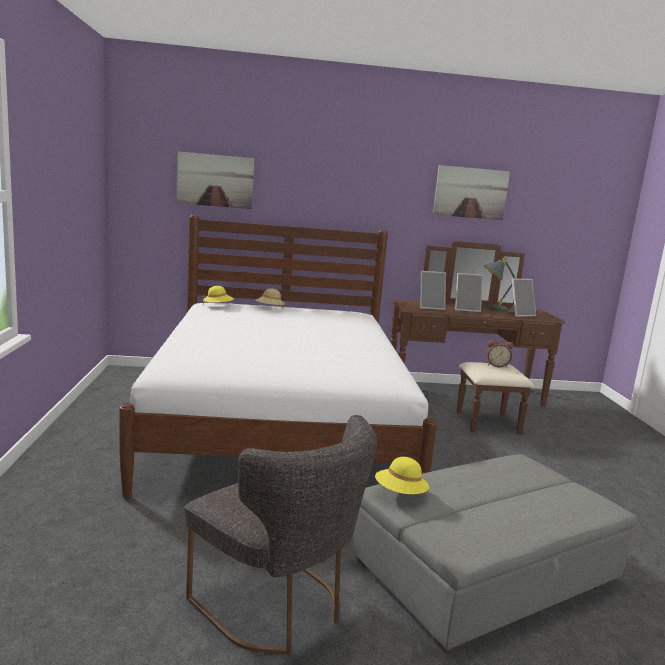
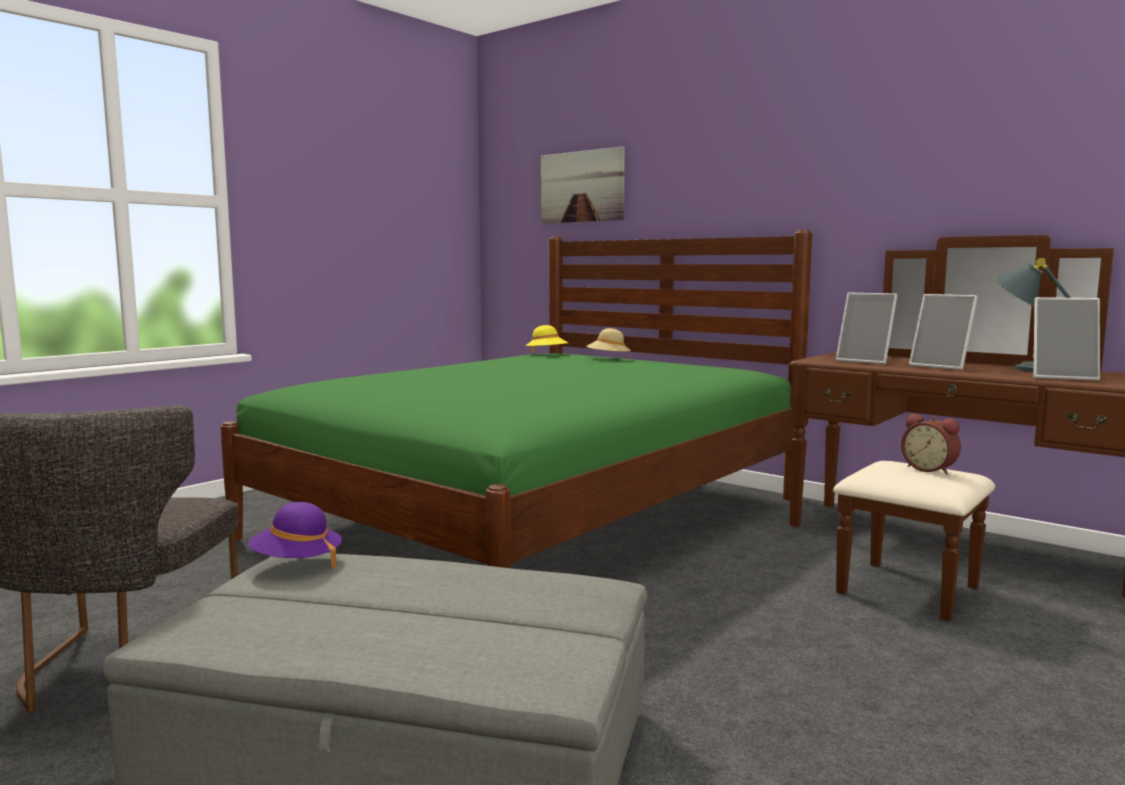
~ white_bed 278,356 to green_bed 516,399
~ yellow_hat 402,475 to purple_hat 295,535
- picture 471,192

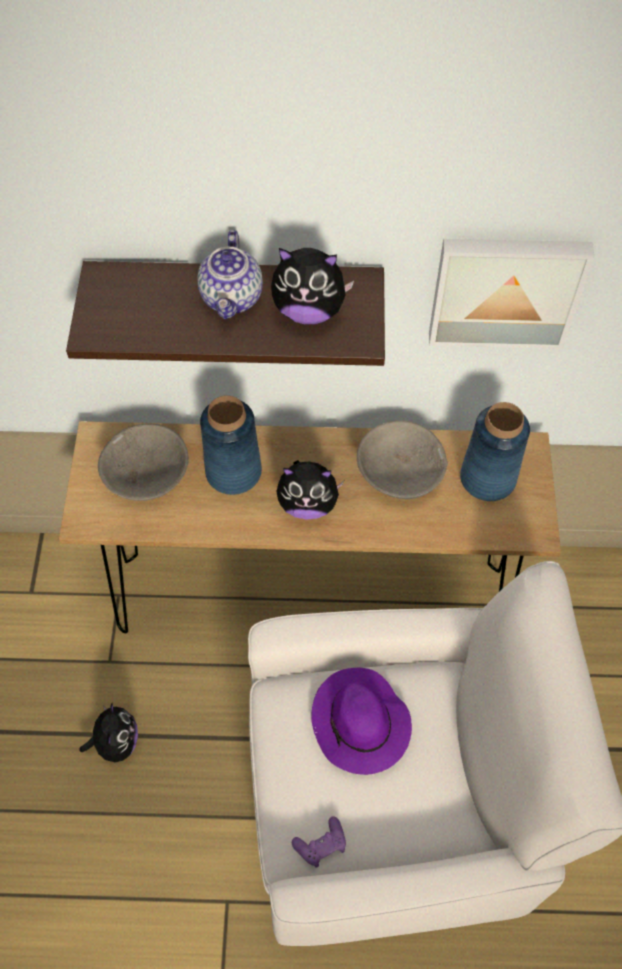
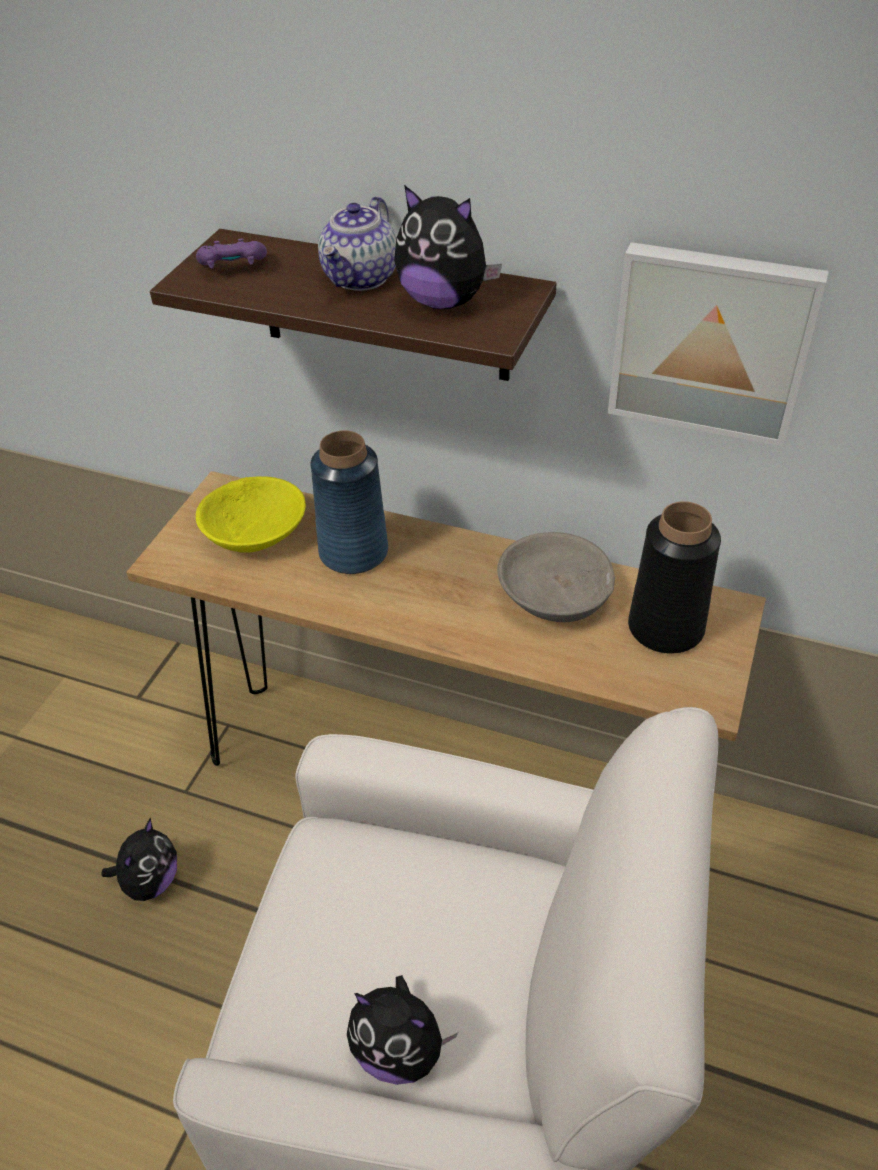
~ purple_game_controller 319,842 to 231,253
~ grey_bowl 143,462 to yellow_bowl 251,514
~ plush_toy 310,489 to 402,1030
~ blue_vase 495,451 to black_vase 674,577
- purple_hat 361,721

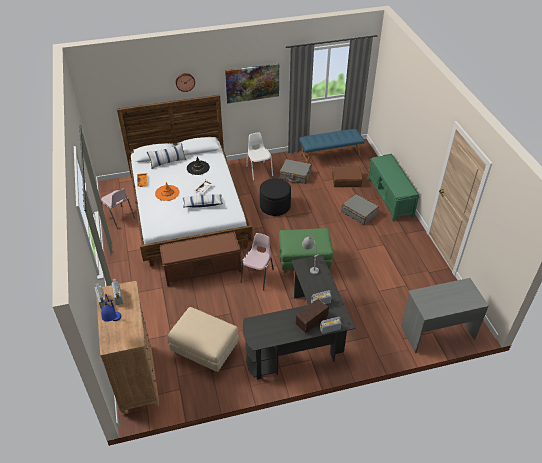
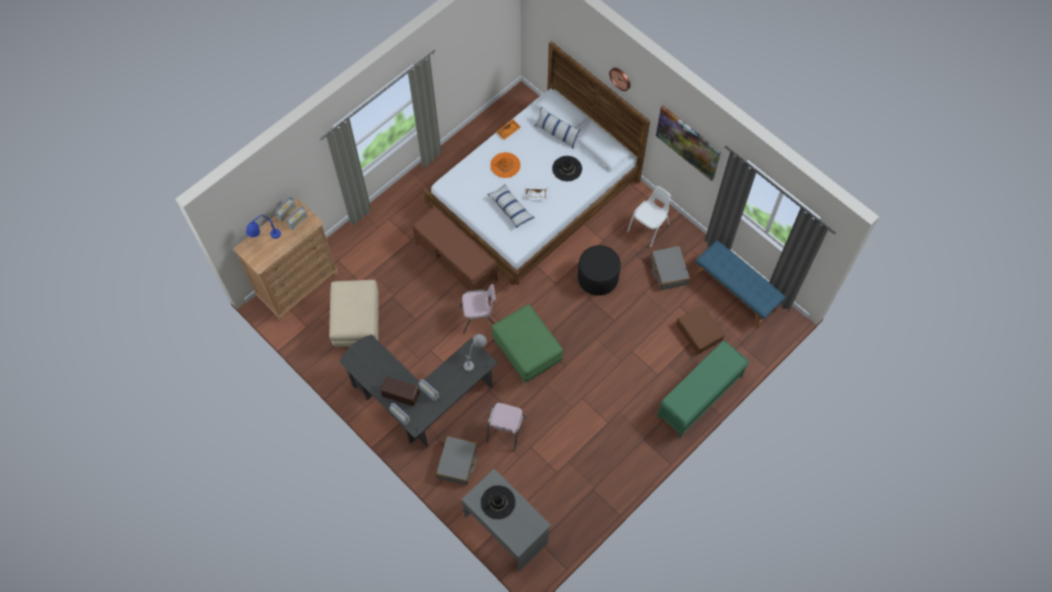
~ grey_suitcase 360,209 to 457,460
+ black_hat 498,502
~ pink_chair 118,208 to 506,427

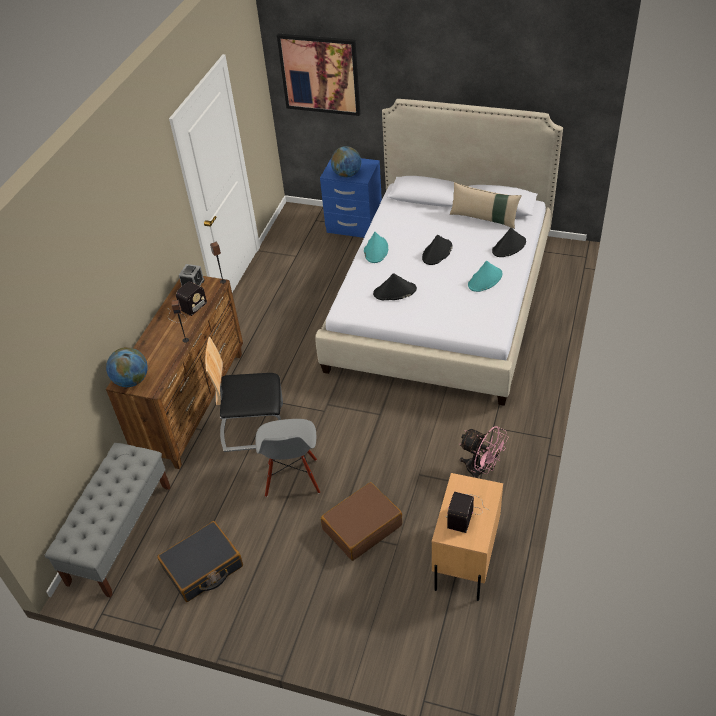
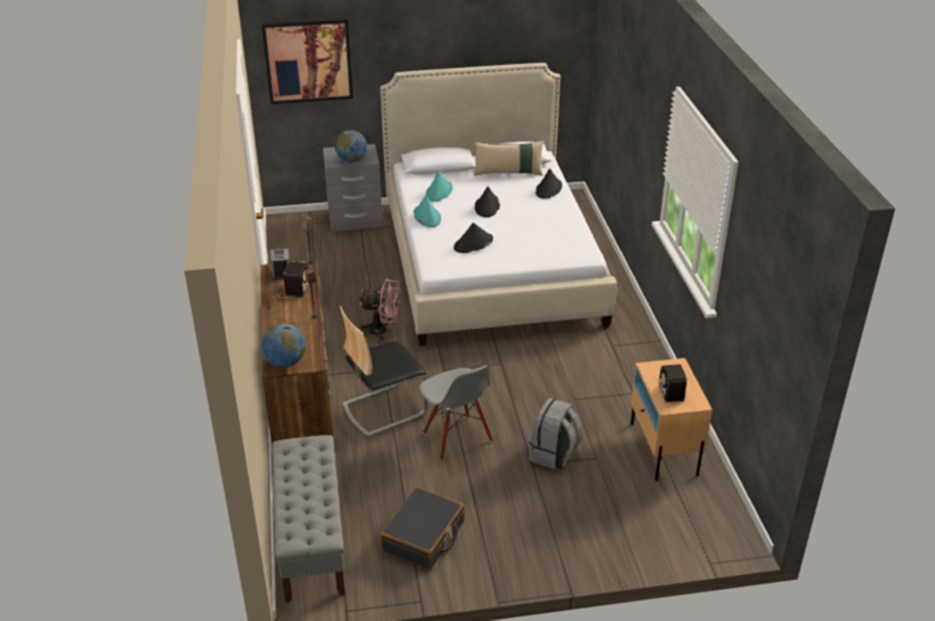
~ blue_nightstand 351,197 to grey_nightstand 353,188
~ pink_fan 484,452 to 380,309
~ turquoise_hat 485,276 to 439,186
~ brown_suitcase 361,521 to grey_backpack 555,434

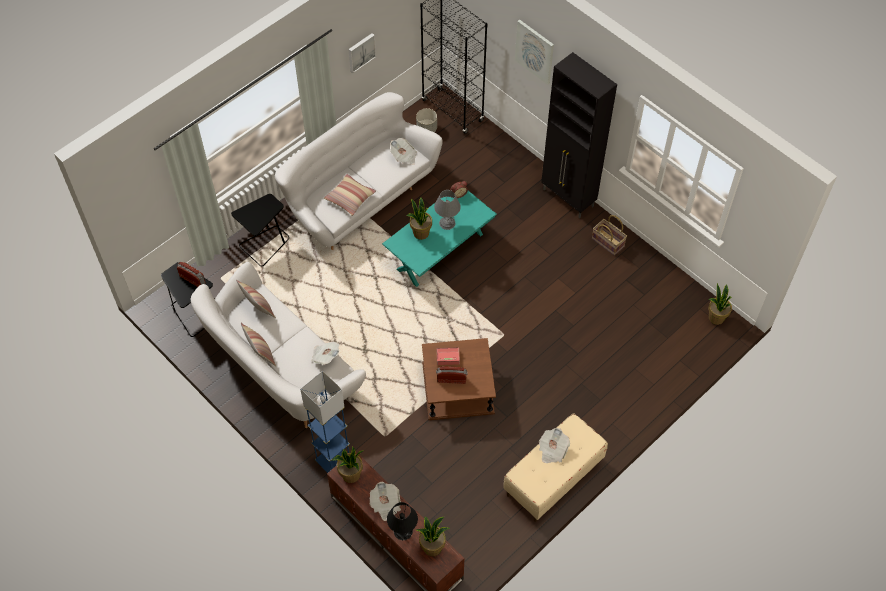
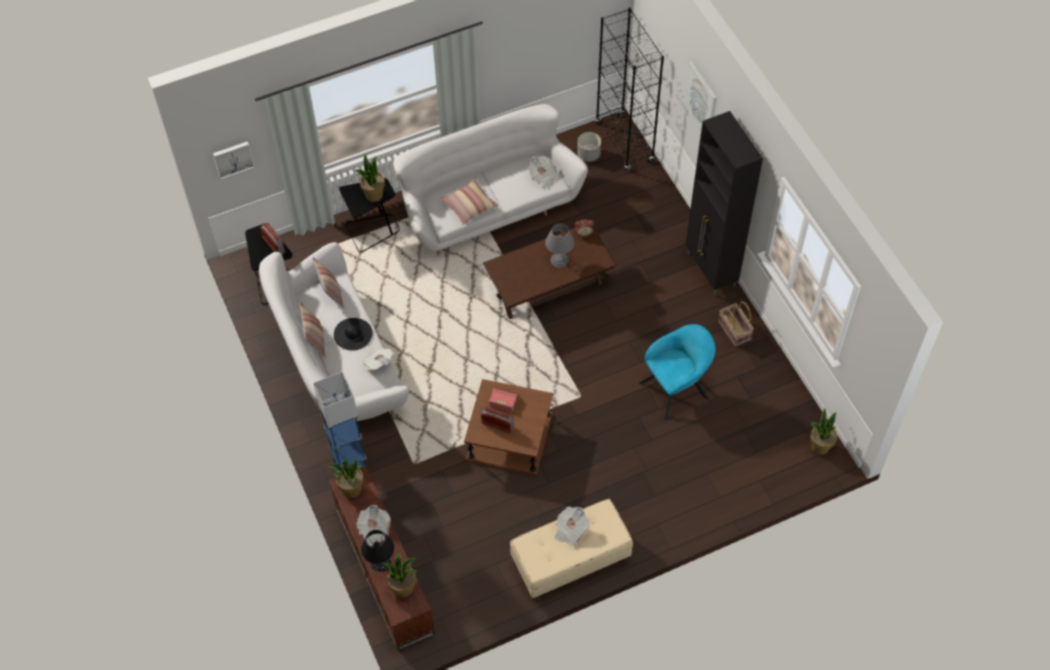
~ picture 362,53 to 234,160
+ black_hat 353,334
~ potted_plant 419,219 to 370,178
~ turquoise_coffee_table 439,239 to brown_coffee_table 550,273
+ turquoise_armchair 677,372

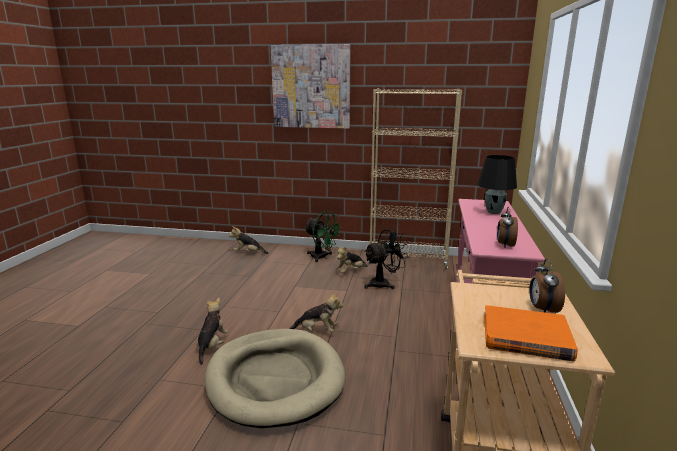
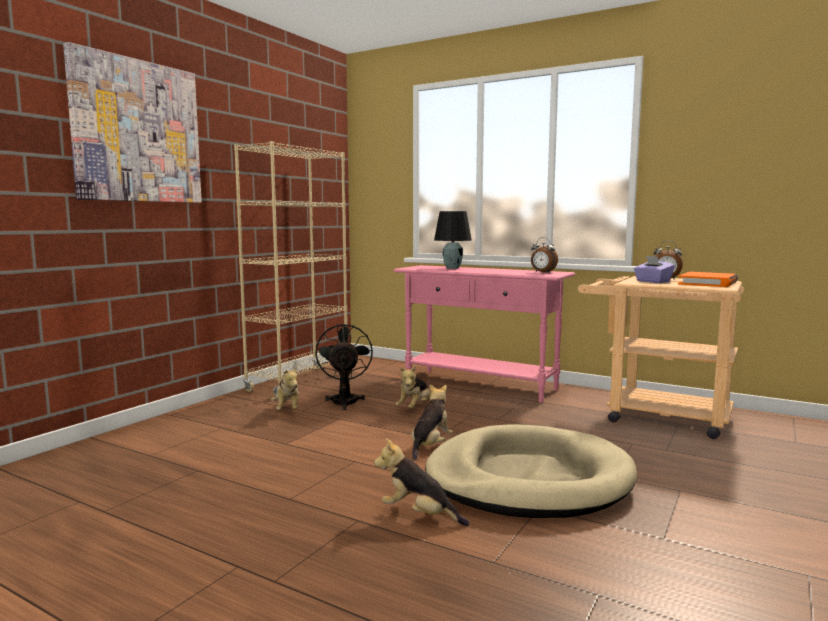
~ plush_toy 249,240 to 413,387
+ purple_tissue_box 654,269
- green_fan 323,236

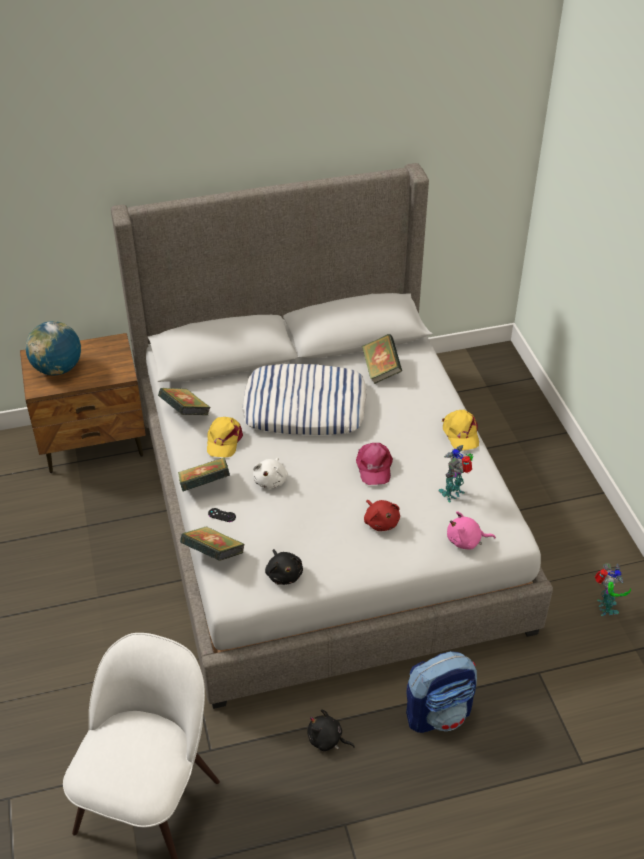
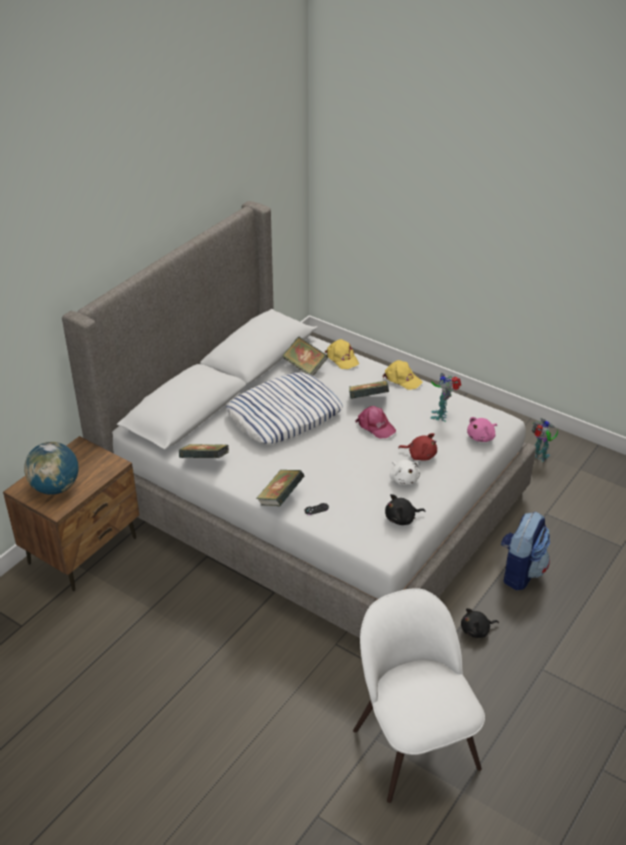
~ yellow_cap 225,437 to 342,354
~ book 212,543 to 369,390
~ black_plush_toy 284,567 = 405,509 135 degrees clockwise
~ white_plush_toy 270,473 to 405,472

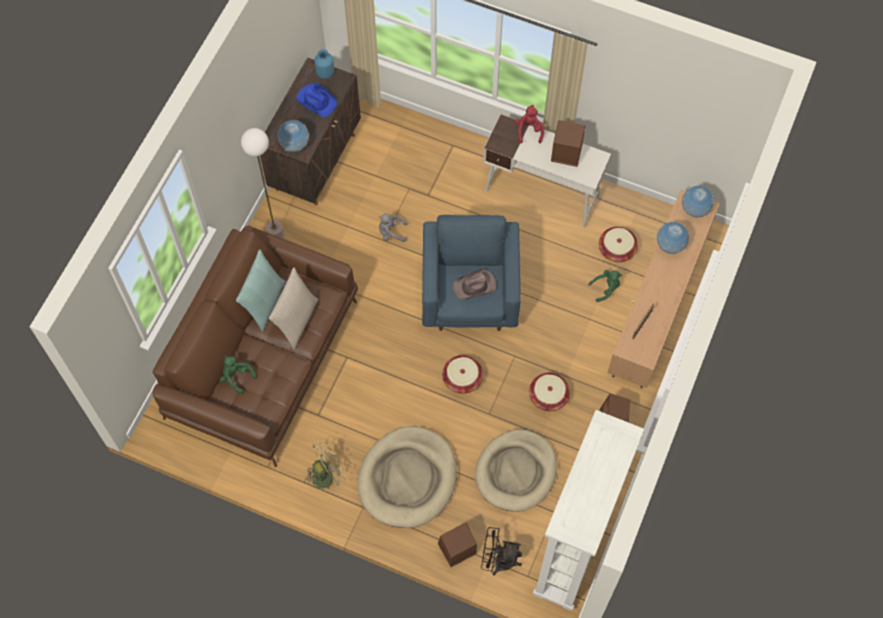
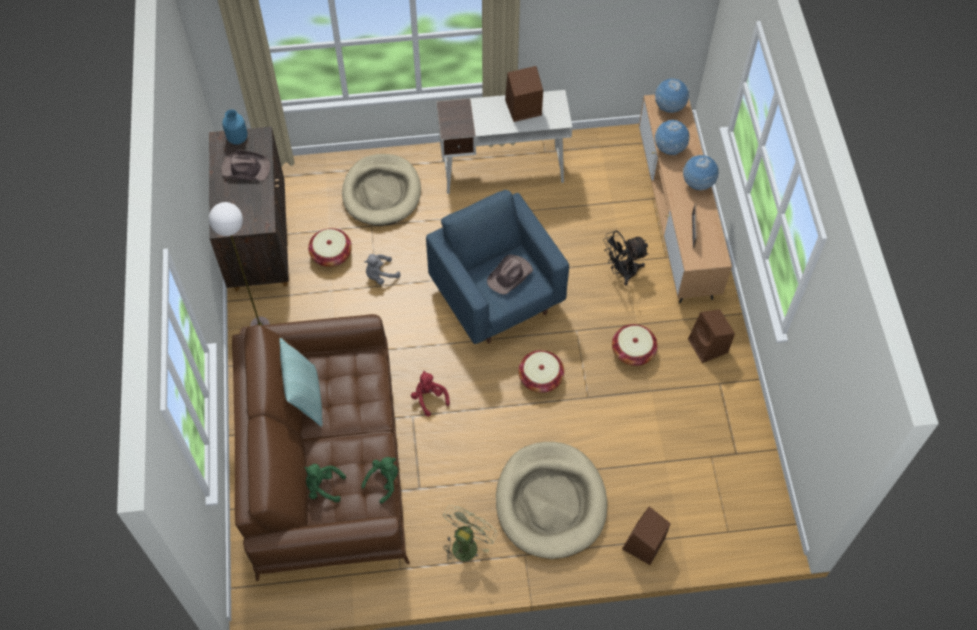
~ blue_hat 316,100 to brown_hat 245,165
~ basket 618,244 to 330,247
~ beige_dog_bed 516,470 to 381,190
~ green_plush_toy 605,286 to 379,480
~ red_plush_toy 529,124 to 430,394
~ black_fan 501,551 to 626,258
~ globe 293,136 to 701,172
- beige_pillow 293,308
- white_bookcase 588,510

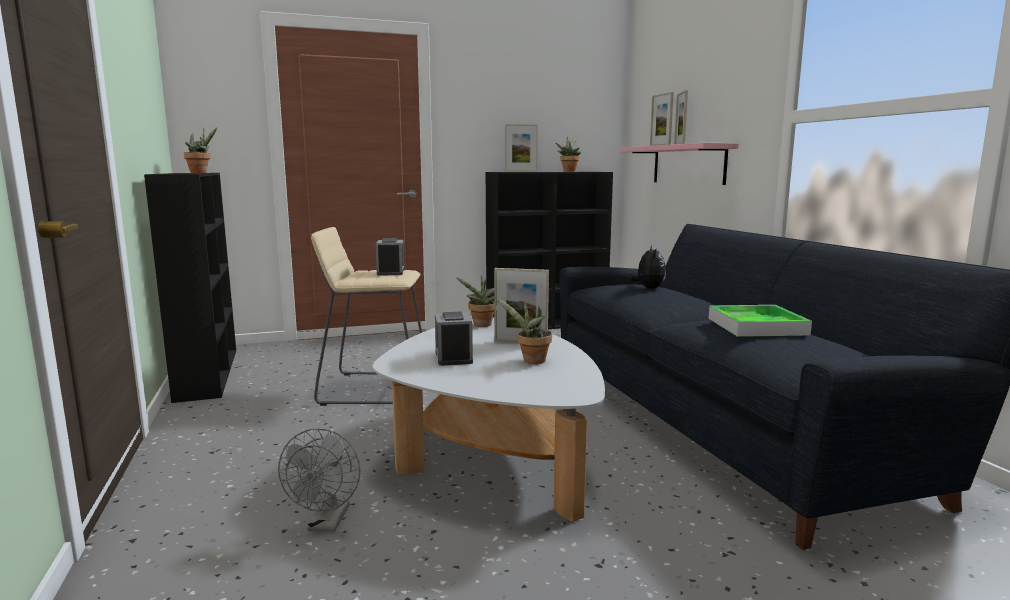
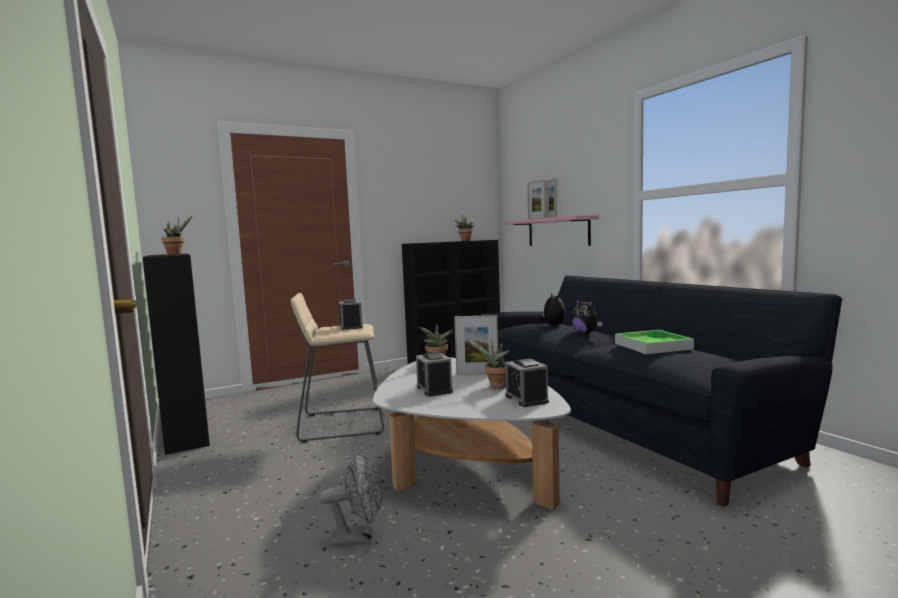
~ grey_fan 319,480 = 350,499 90 degrees counterclockwise
+ alarm_clock 527,382
+ plush_toy 587,316
- picture_frame 521,148

